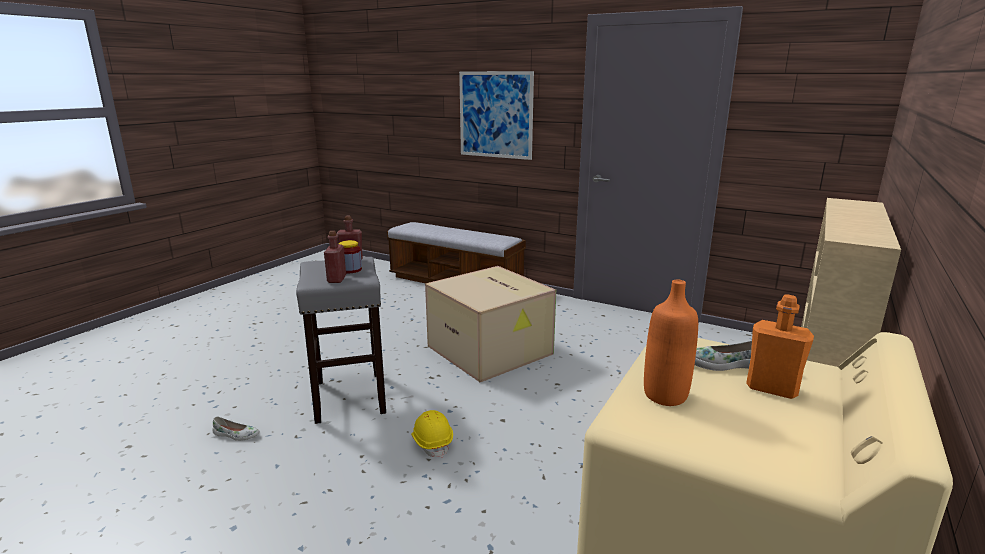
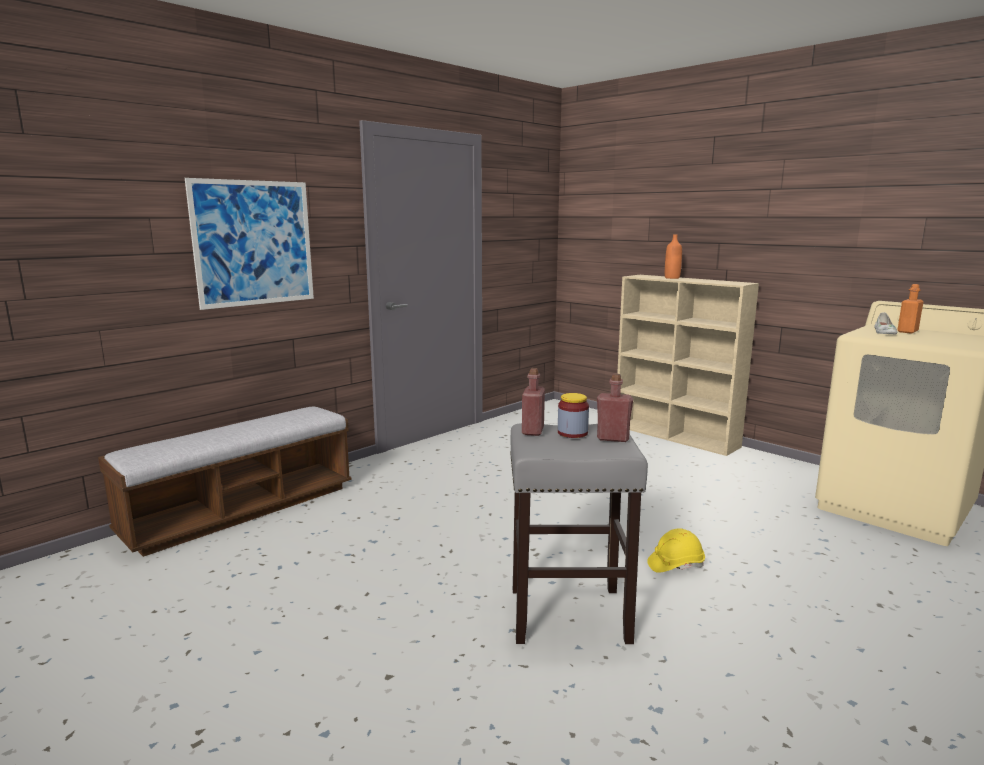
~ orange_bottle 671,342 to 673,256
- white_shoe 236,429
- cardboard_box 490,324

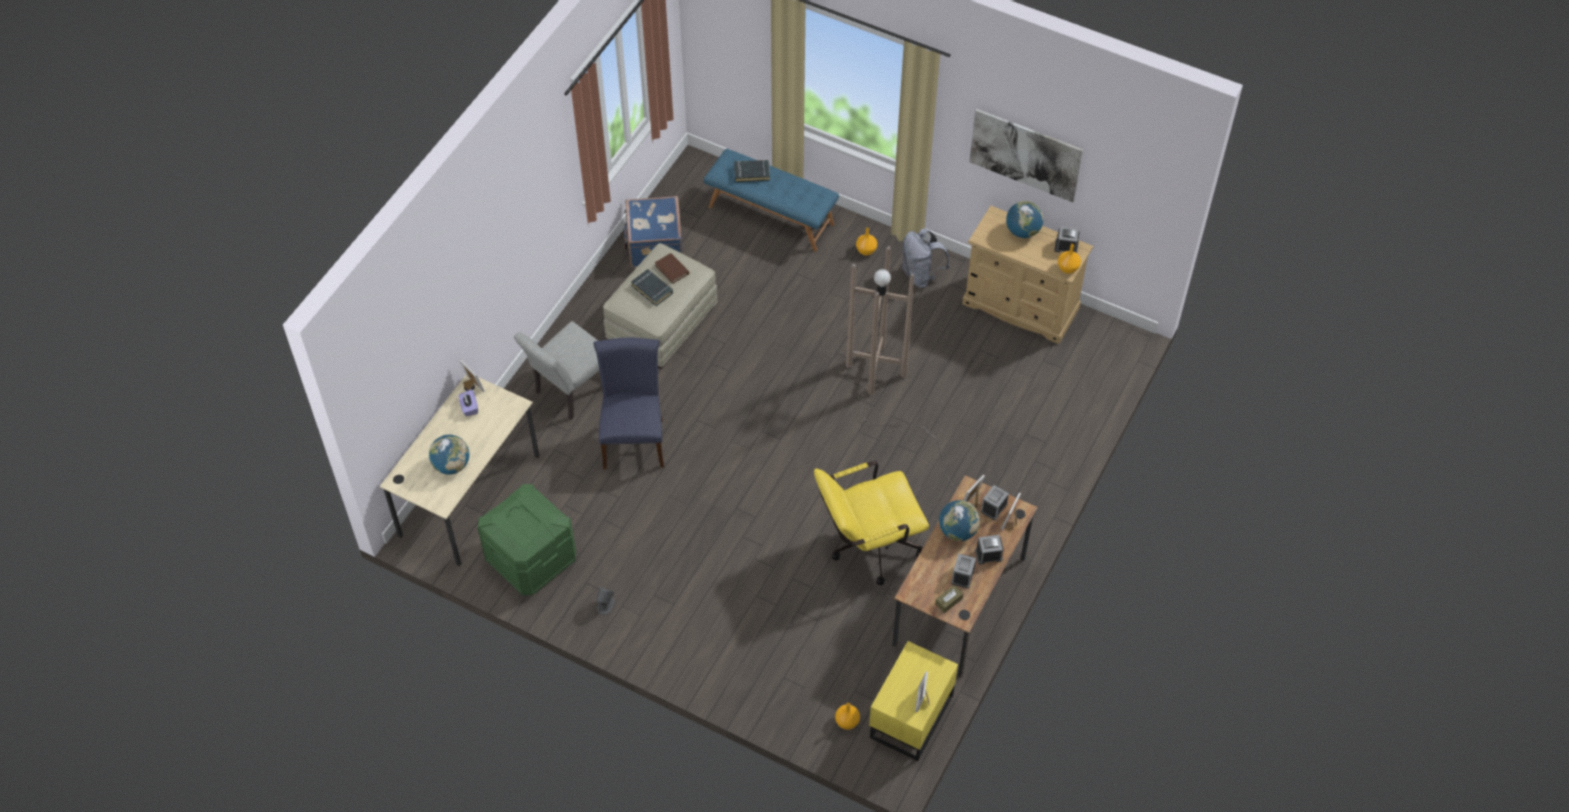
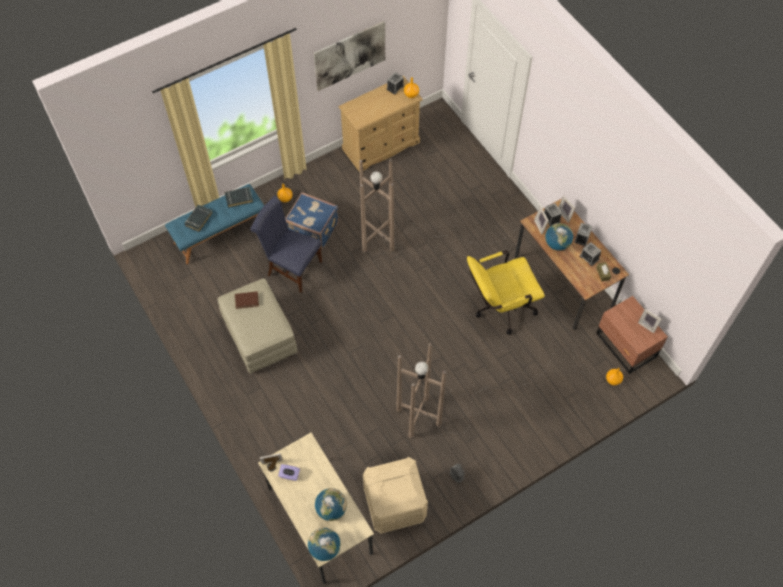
~ black_book 652,287 to 239,197
~ blue_chair 629,403 to 286,244
~ blue_suitcase 653,232 to 312,220
~ globe 1024,219 to 324,544
~ green_storage_box 527,539 to beige_storage_box 395,495
+ brown_floor_lamp 475,390
~ yellow_office_chair 871,523 = 506,292 60 degrees clockwise
~ yellow_nightstand 913,701 to brown_nightstand 632,335
- grey_chair 557,370
- grey_backpack 926,258

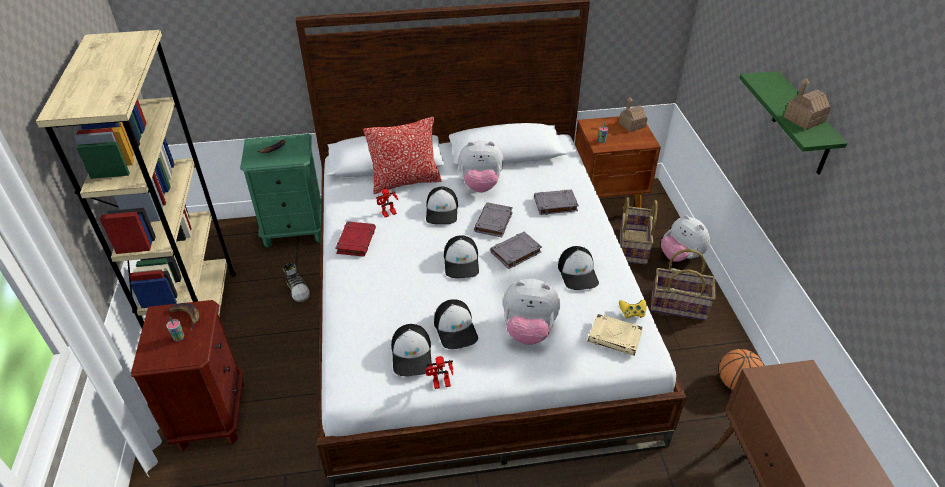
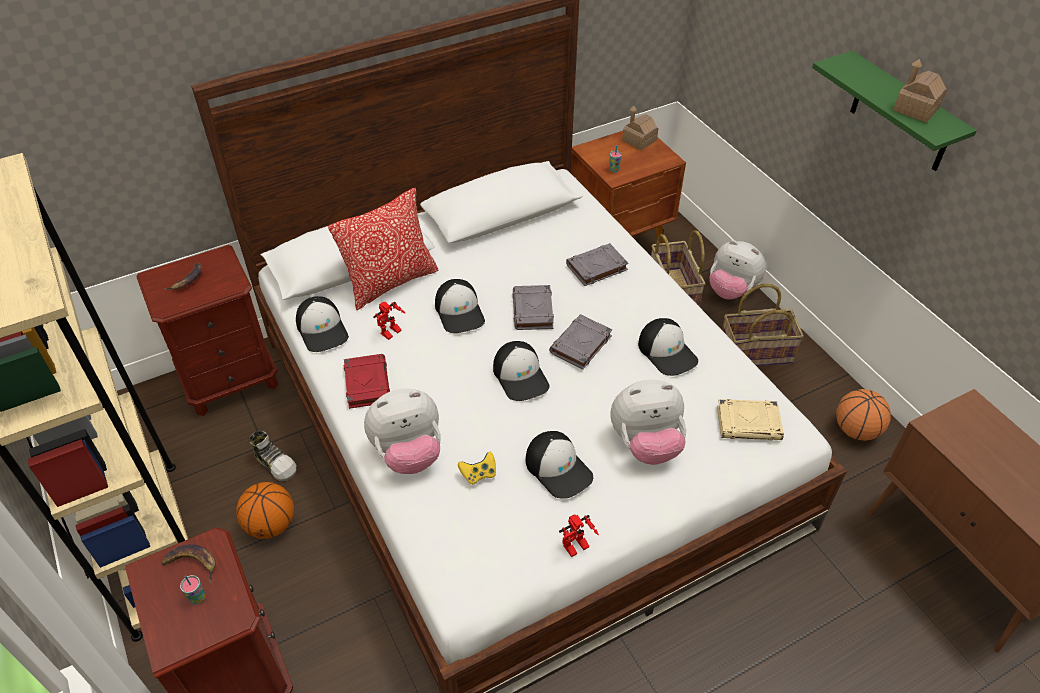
~ green_nightstand 280,191 to brown_nightstand 207,330
+ basketball 265,510
~ cap 411,350 to 322,324
~ plush_toy 481,167 to 402,431
~ yellow_game_controller 632,309 to 477,468

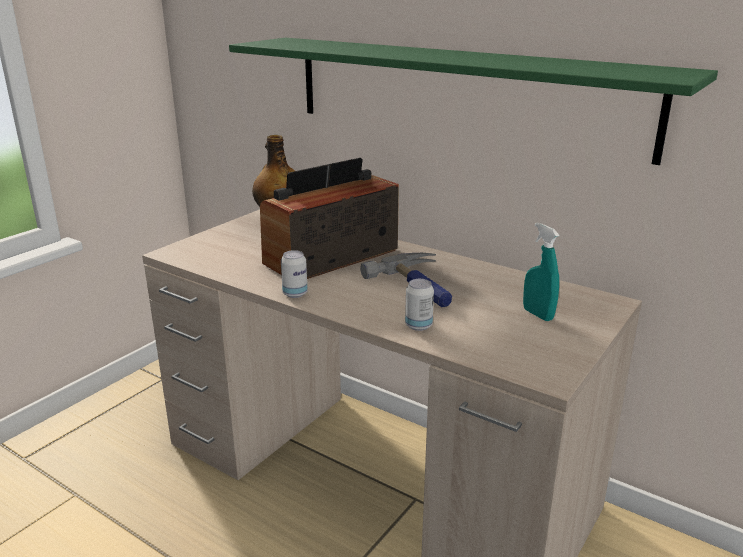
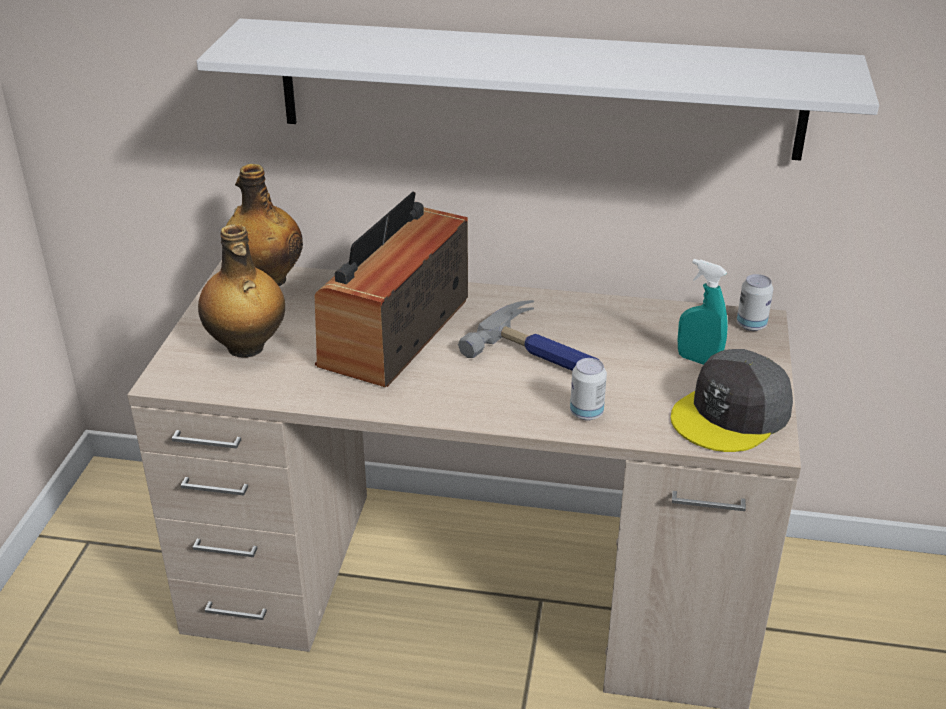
~ green_shelf 473,101 to white_shelf 537,89
+ bottle 241,290
+ grey_cap 732,400
~ can 294,274 to 755,302

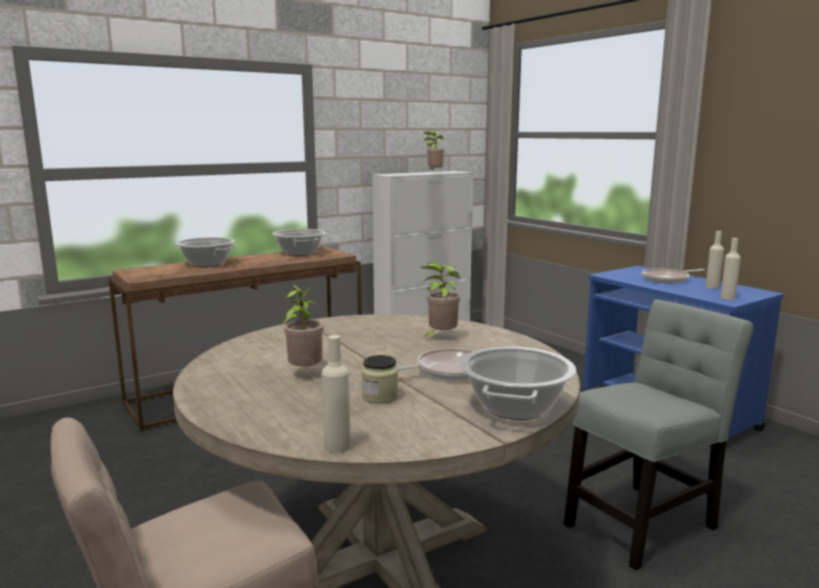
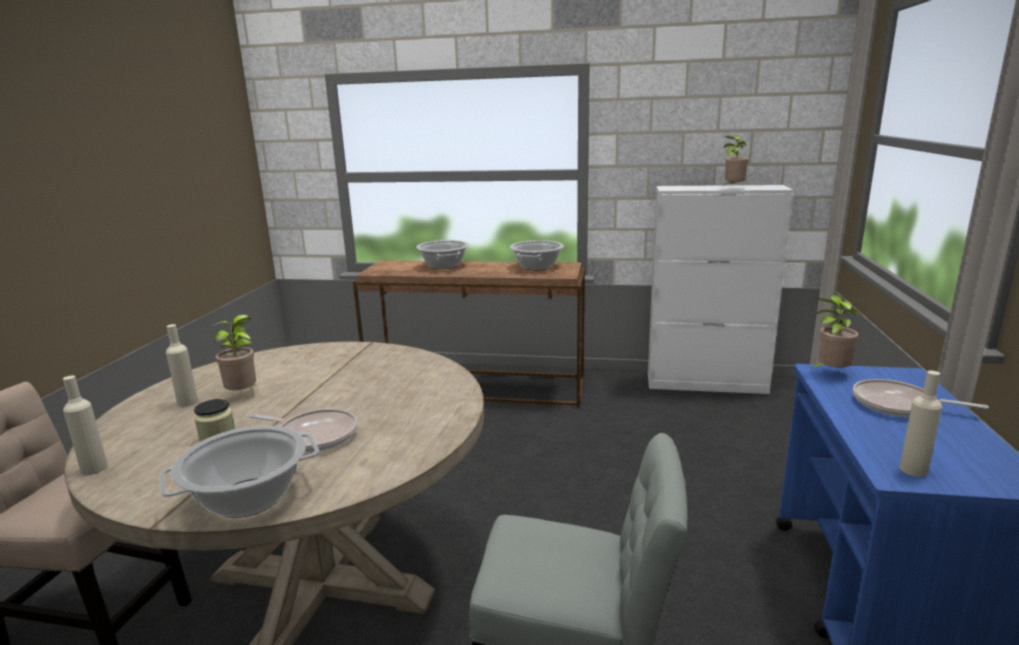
~ beige_bottle 715,260 to 182,365
~ potted_plant 440,299 to 836,331

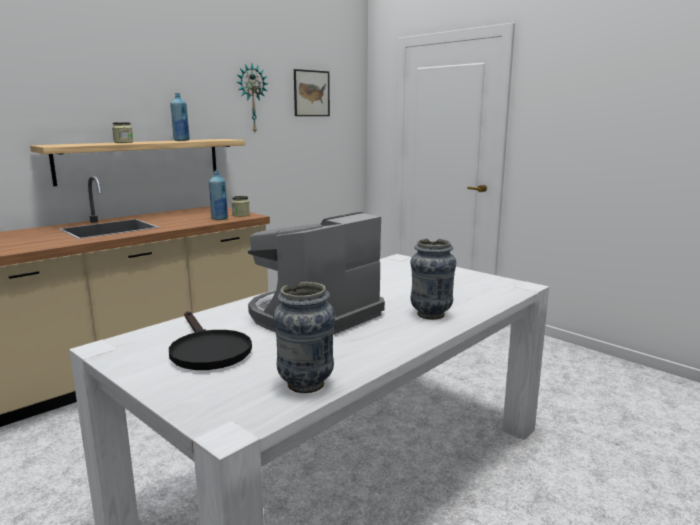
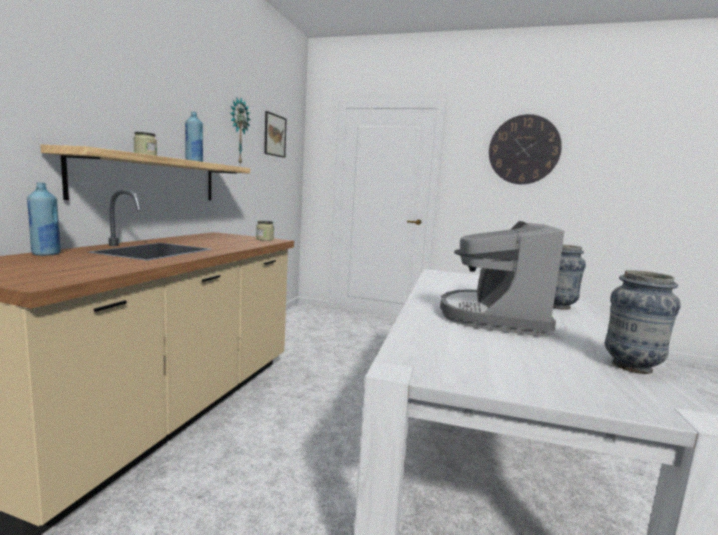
~ blue_bottle 218,195 to 44,219
+ wall_clock 525,149
- black_frying_pan 210,340

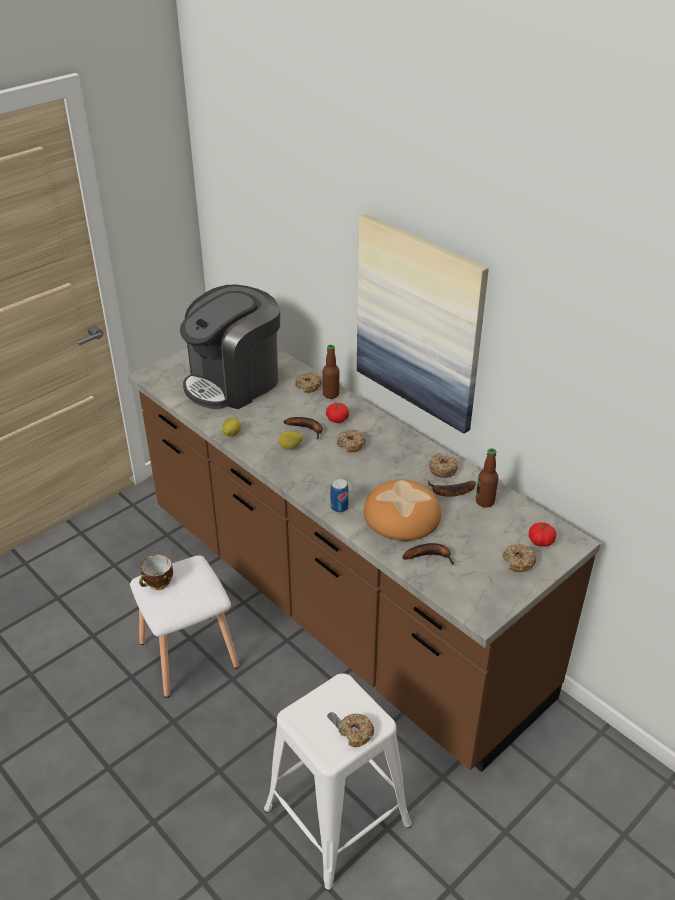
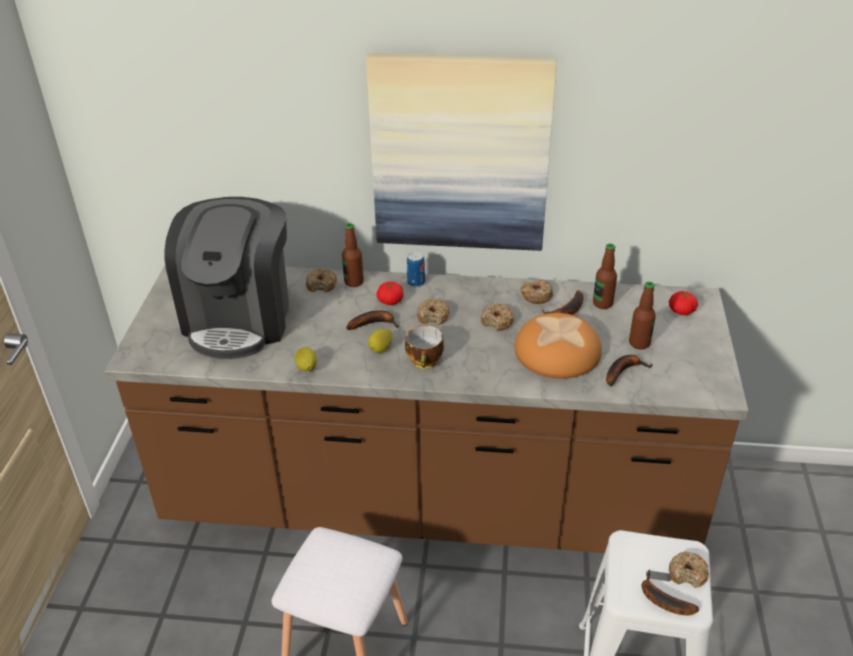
~ cup 156,572 to 424,347
~ can 340,496 to 416,269
~ donut 519,558 to 498,317
+ bottle 642,316
+ banana 670,592

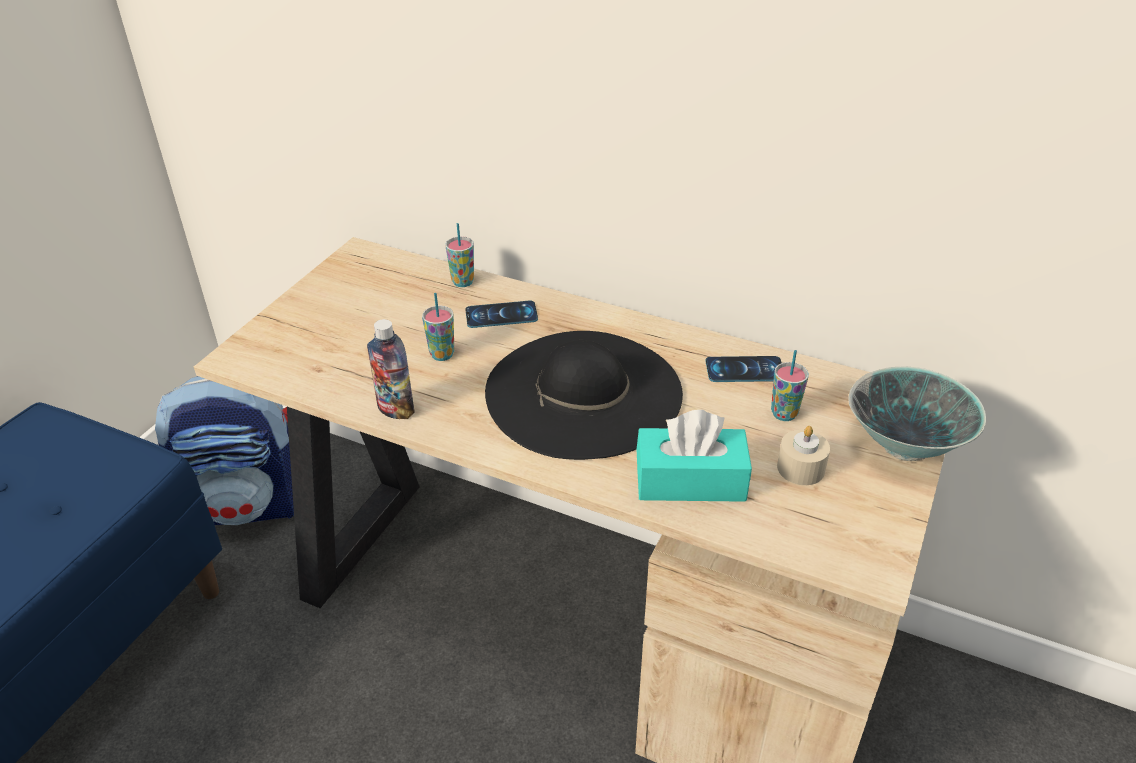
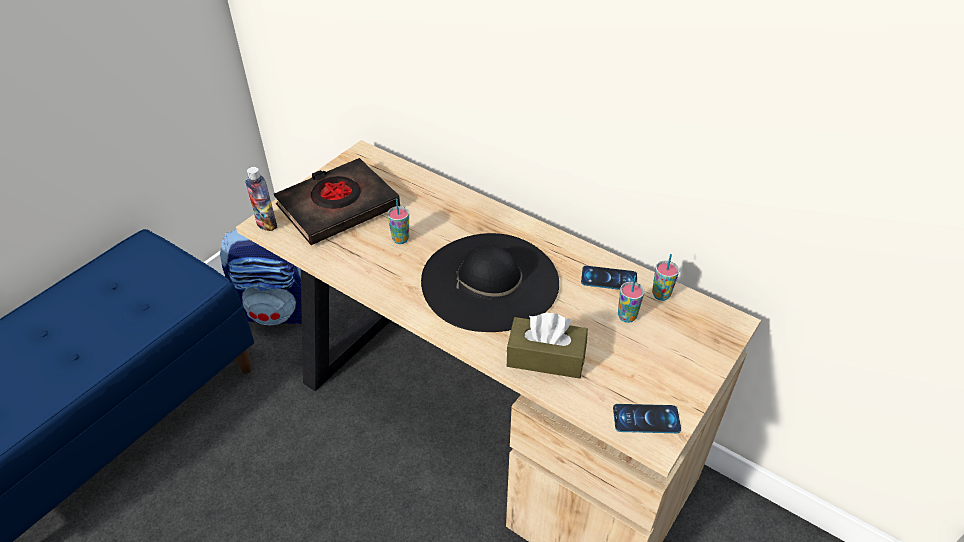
~ bottle 391,369 to 261,199
+ black_book 337,201
~ turquoise_tissue_box 694,456 to brown_tissue_box 547,346
~ phone 501,314 to 647,418
~ cup 460,255 to 666,277
- beige_candle 803,455
- bowl 917,413

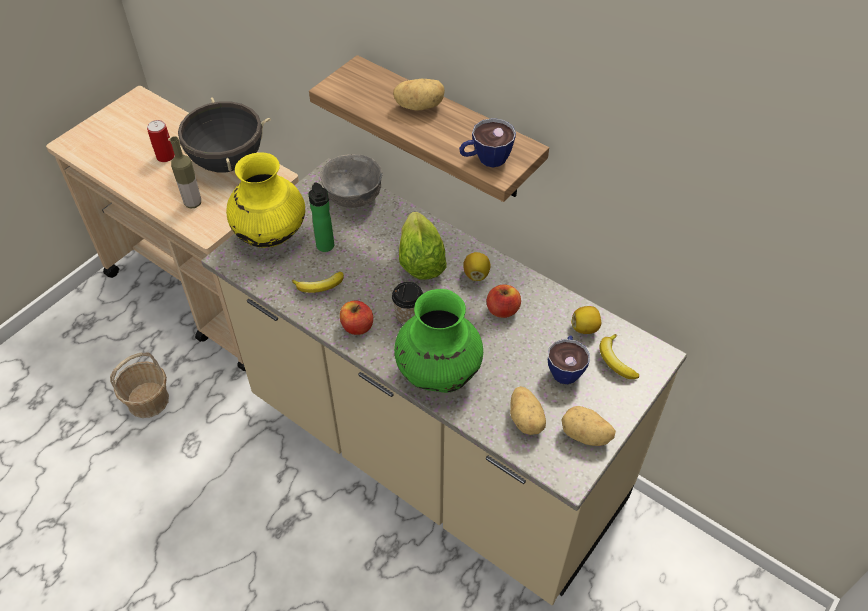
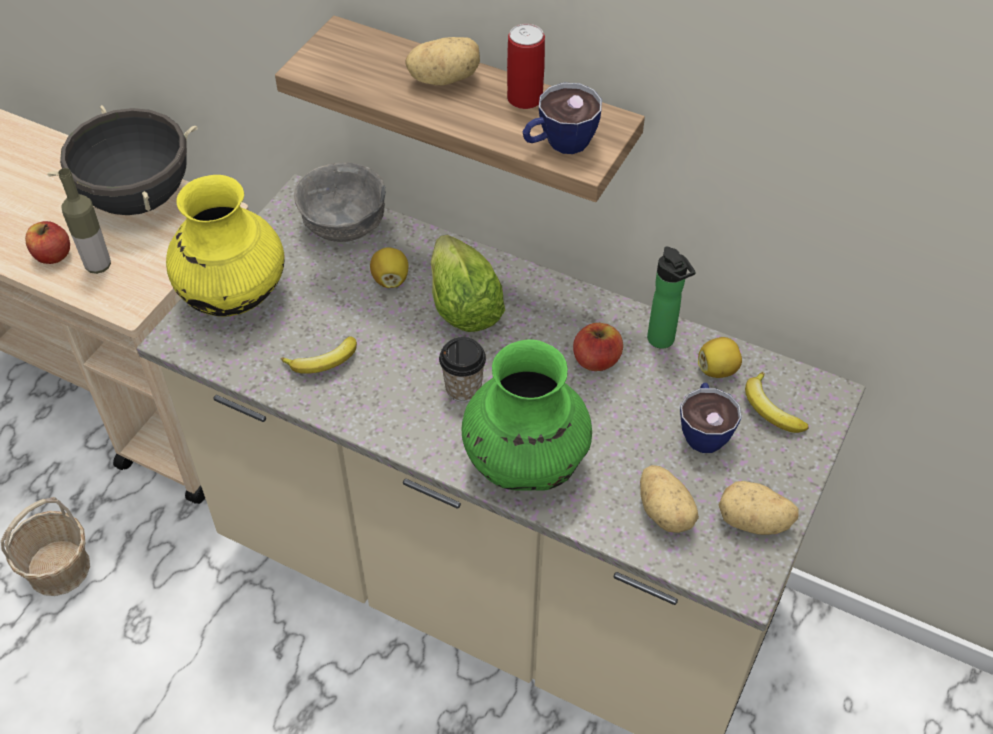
~ apple 356,318 to 47,242
~ lemon 477,266 to 389,267
~ can 161,141 to 526,66
~ bottle 321,217 to 671,298

